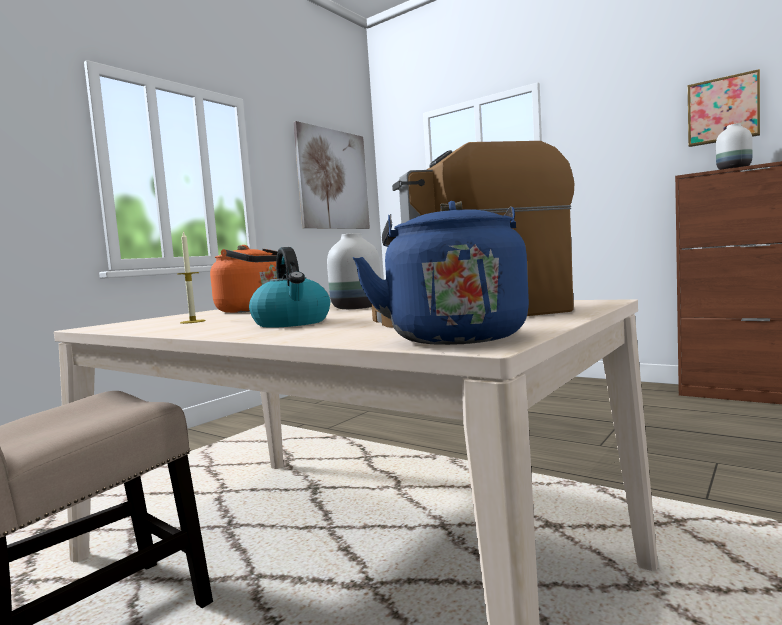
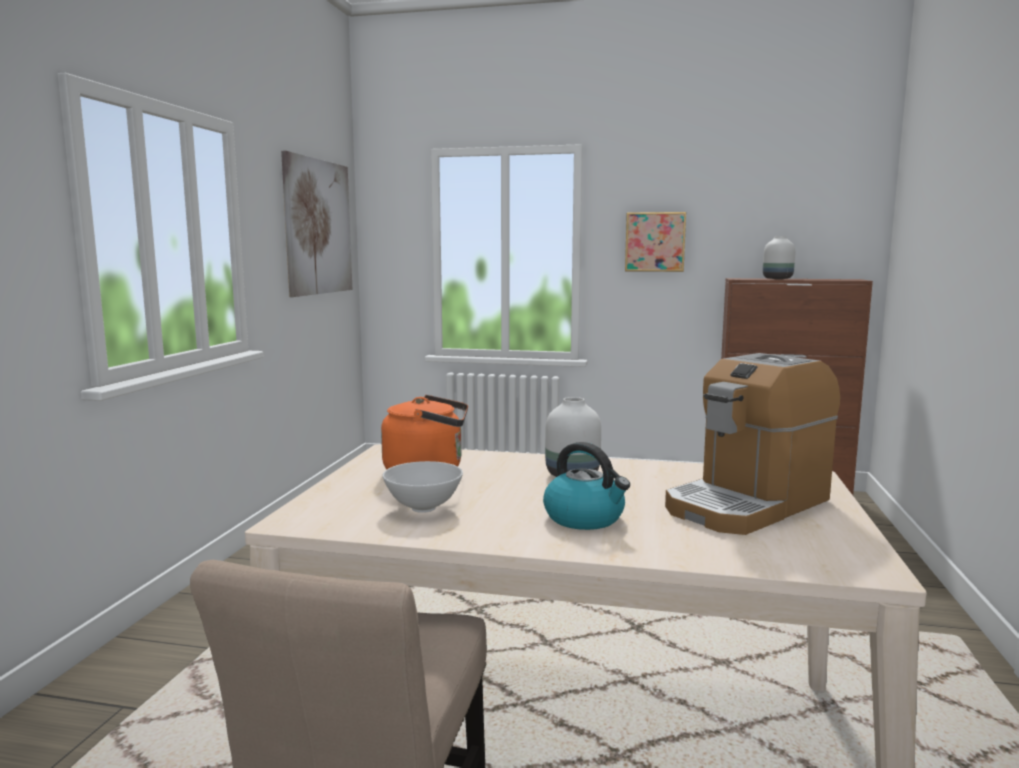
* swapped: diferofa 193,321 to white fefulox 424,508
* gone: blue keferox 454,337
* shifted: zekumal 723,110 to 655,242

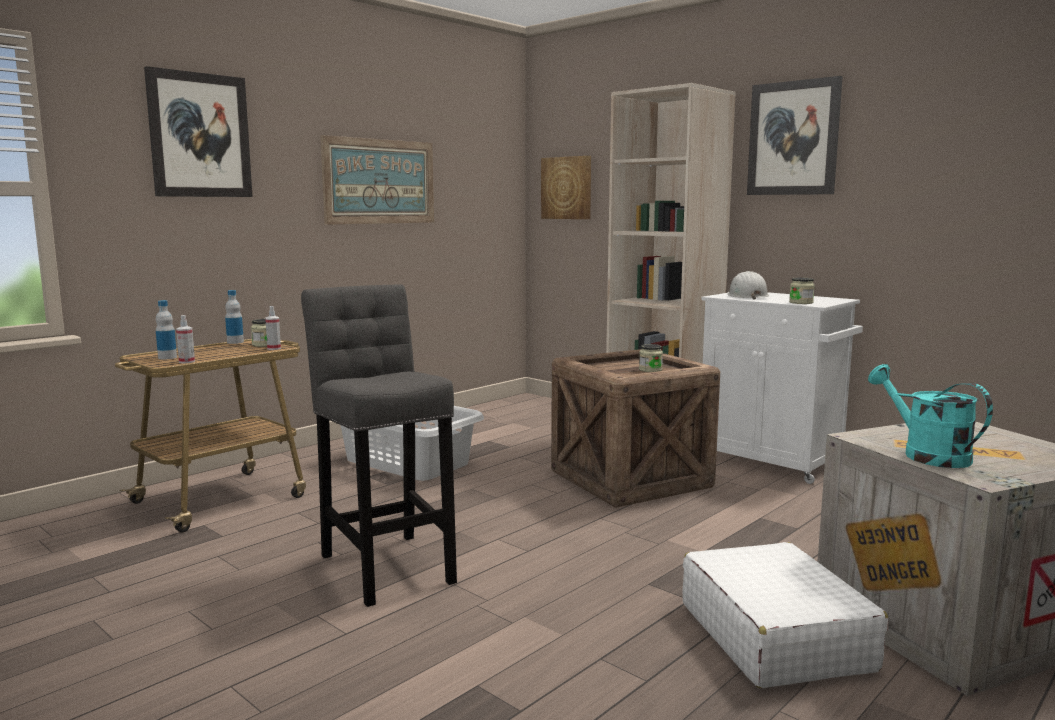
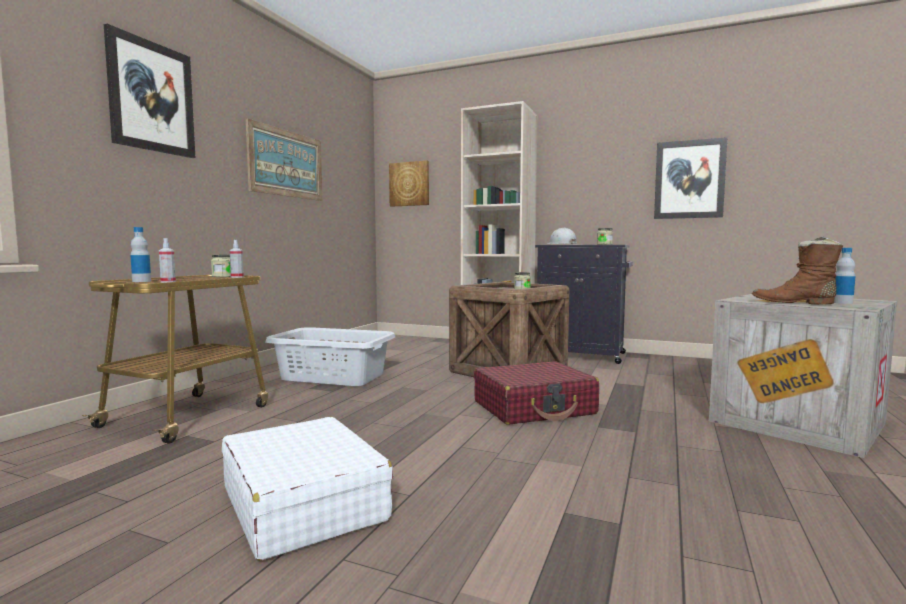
* shifted: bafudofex 235,342 to 842,302
* gone: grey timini 386,565
* shifted: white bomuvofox 774,636 to 303,503
* repainted: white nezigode 772,461 to black nezigode 582,355
* shifted: zekumal 793,138 to 689,179
* swapped: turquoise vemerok 926,454 to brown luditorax 794,303
* new: red bomuvofox 534,408

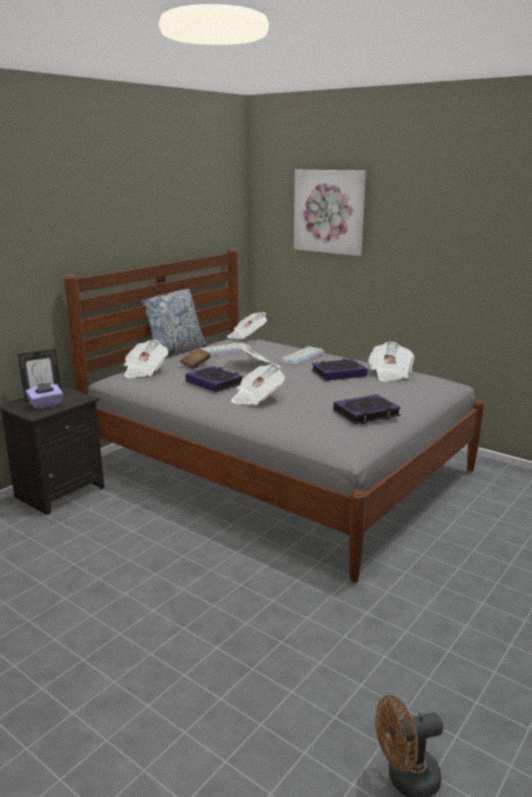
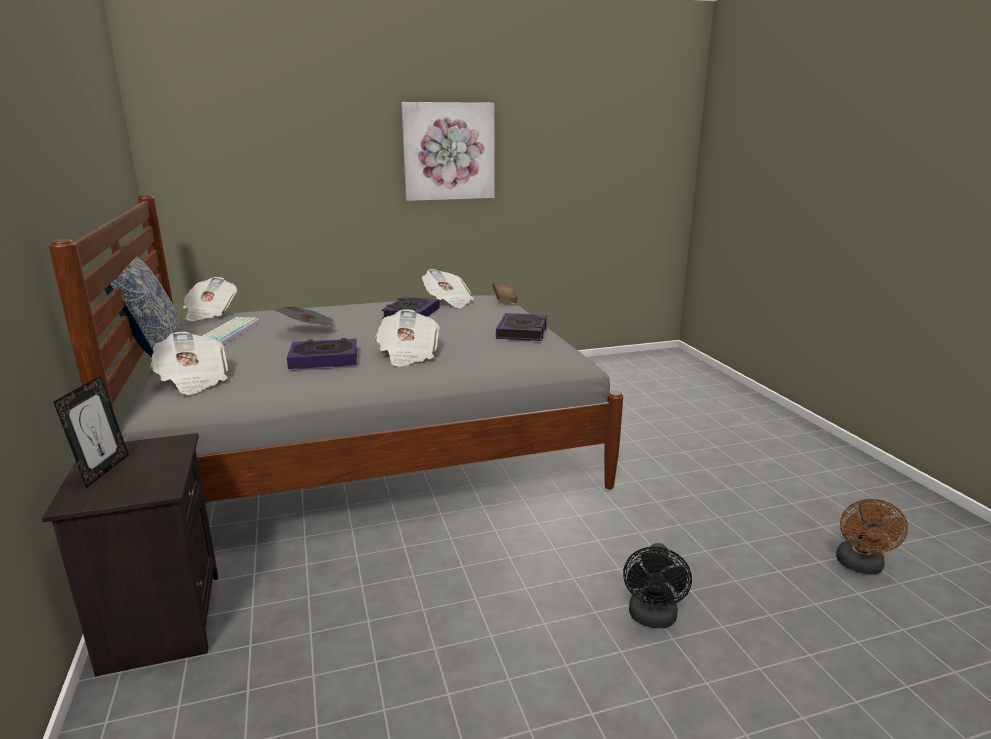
* gone: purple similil 46,405
* shifted: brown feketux 196,365 to 505,300
* gone: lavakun 301,357
* shifted: zekumal 329,211 to 448,151
* new: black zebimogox 652,619

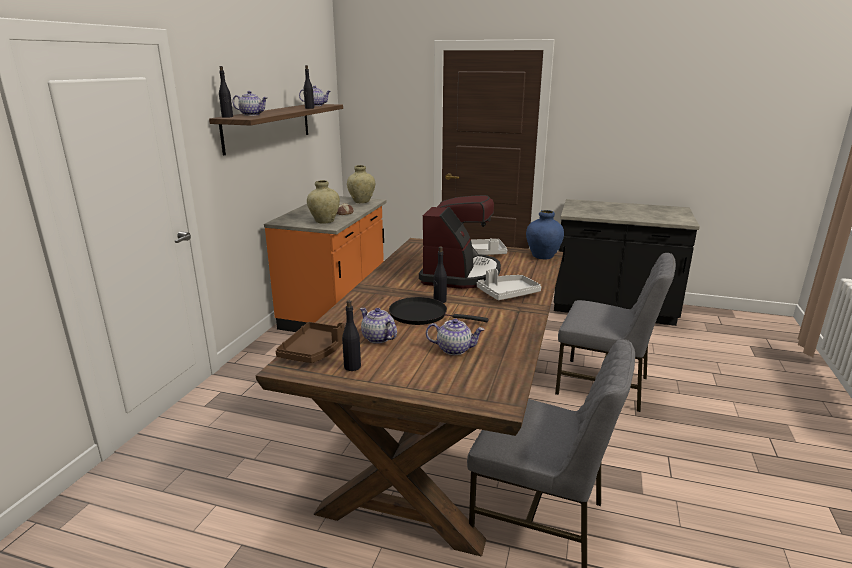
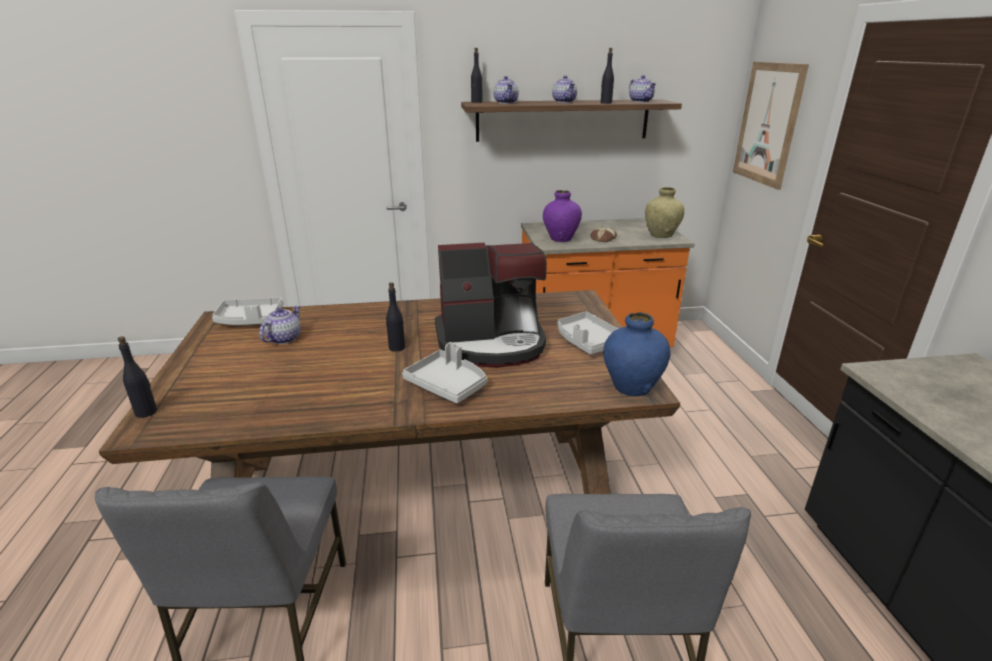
* repainted: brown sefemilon 315,351 to grey sefemilon 250,320
* repainted: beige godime 324,221 to purple godime 561,239
* shifted: black bafudofex 352,367 to 146,412
* gone: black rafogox 422,315
* shifted: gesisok 454,349 to 564,102
* new: zekumal 768,124

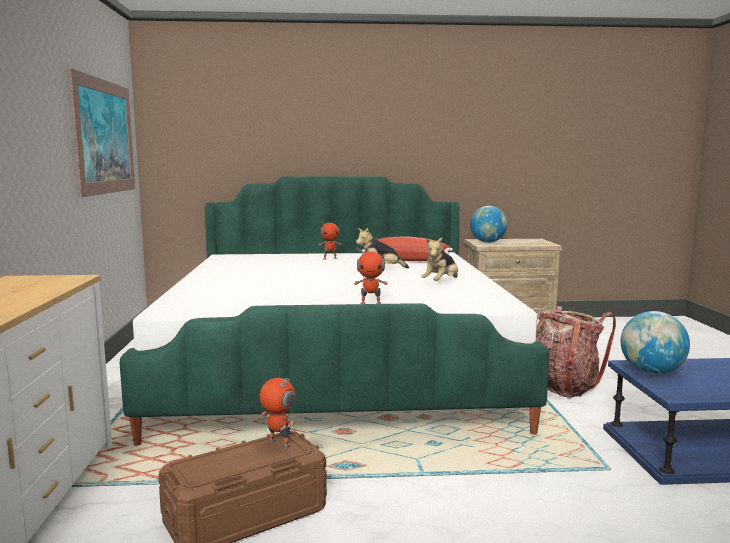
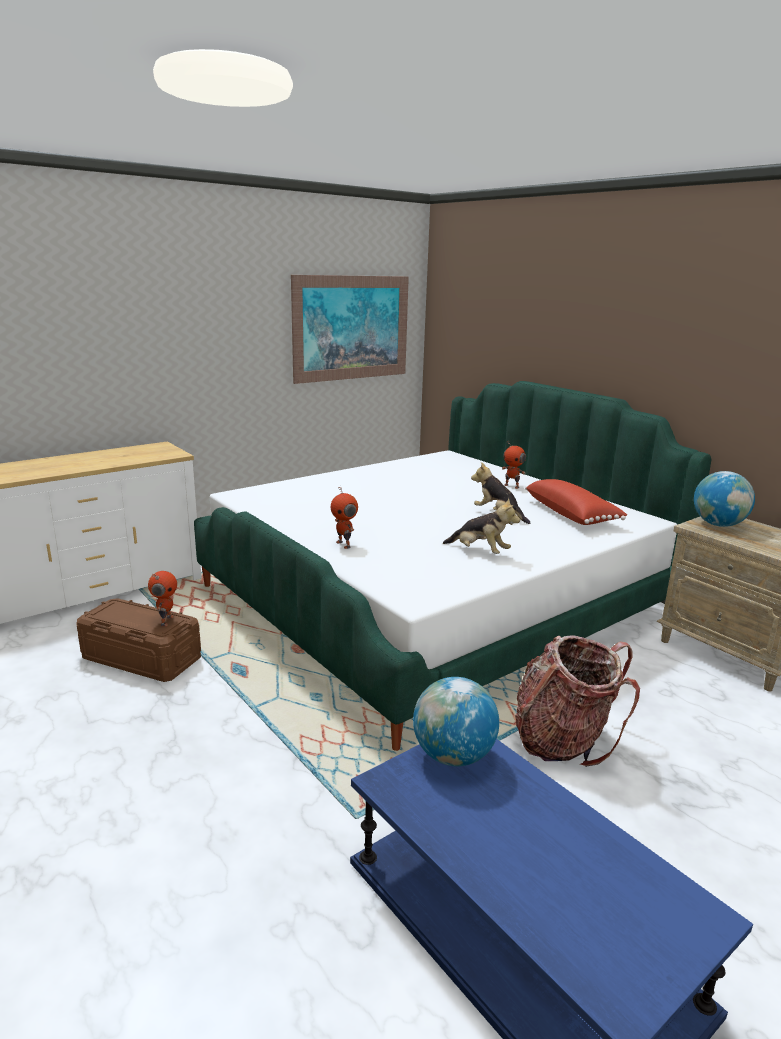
* rotated: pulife 441,283 = 480,552 150 degrees counterclockwise

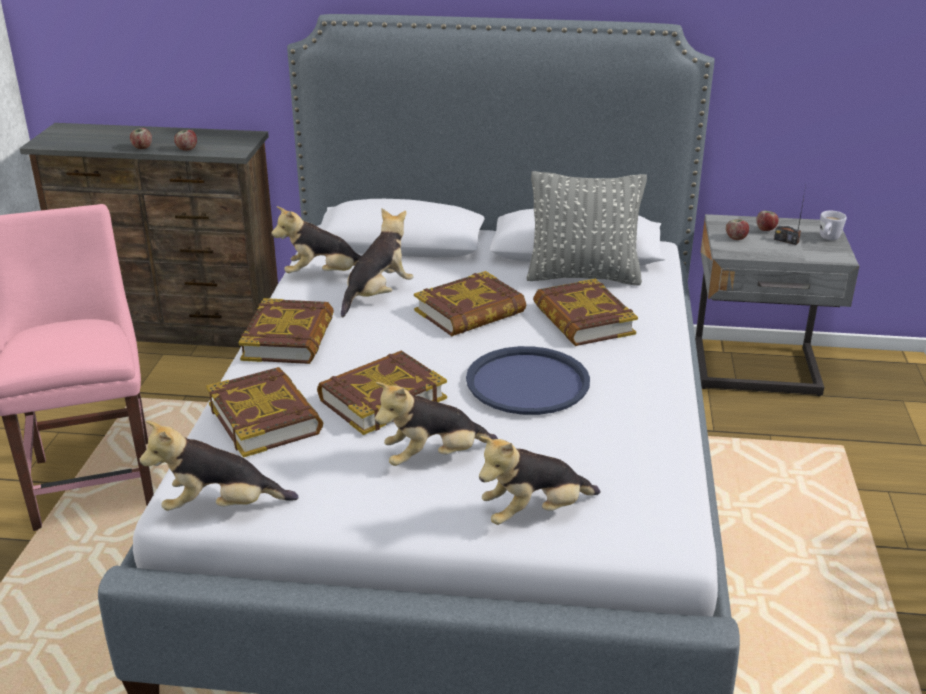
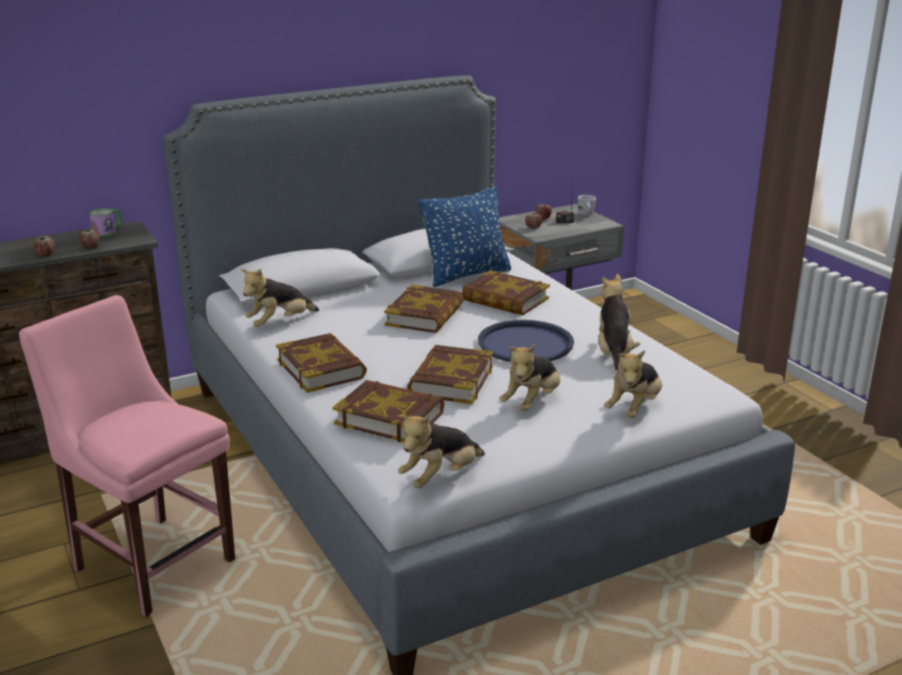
* shifted: pulife 377,295 to 614,354
* repainted: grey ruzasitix 583,276 to blue ruzasitix 466,275
* new: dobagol 108,231

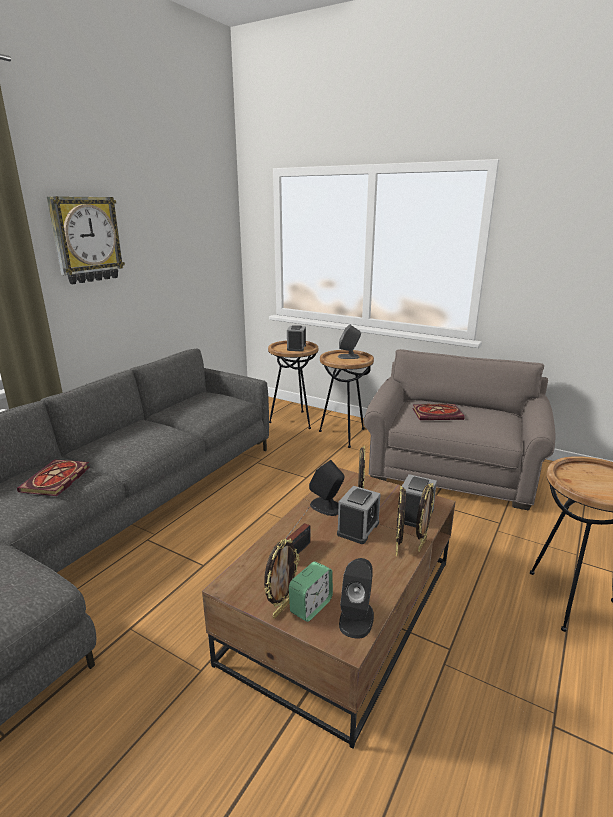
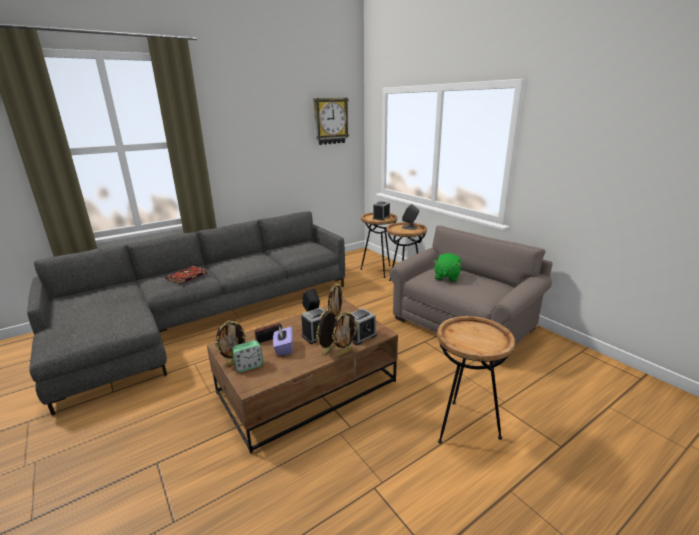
* shifted: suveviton 86,240 to 330,121
* gone: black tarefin 356,618
* swapped: feketux 438,414 to green pulife 446,277
* new: purple similil 283,348

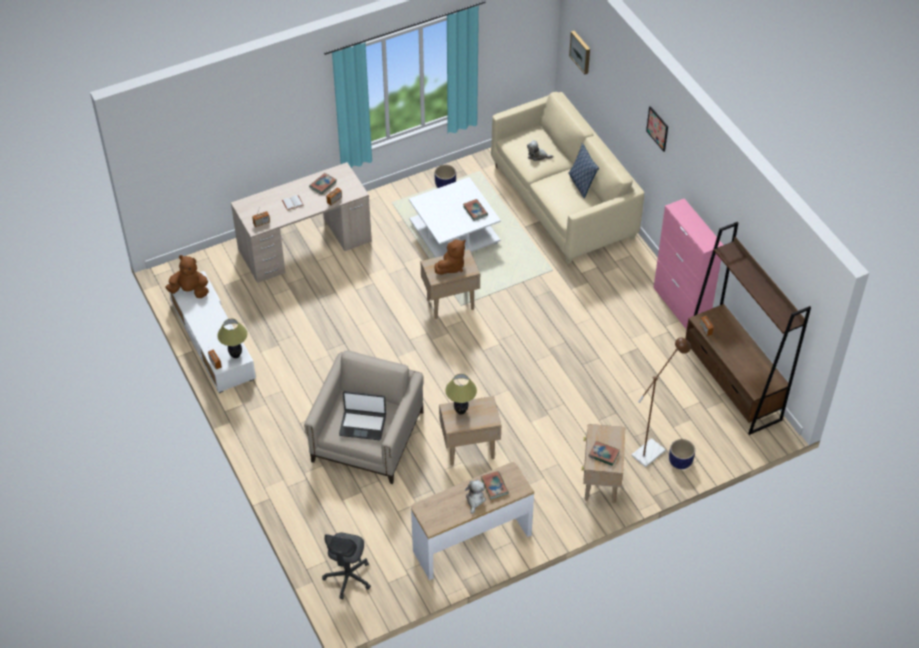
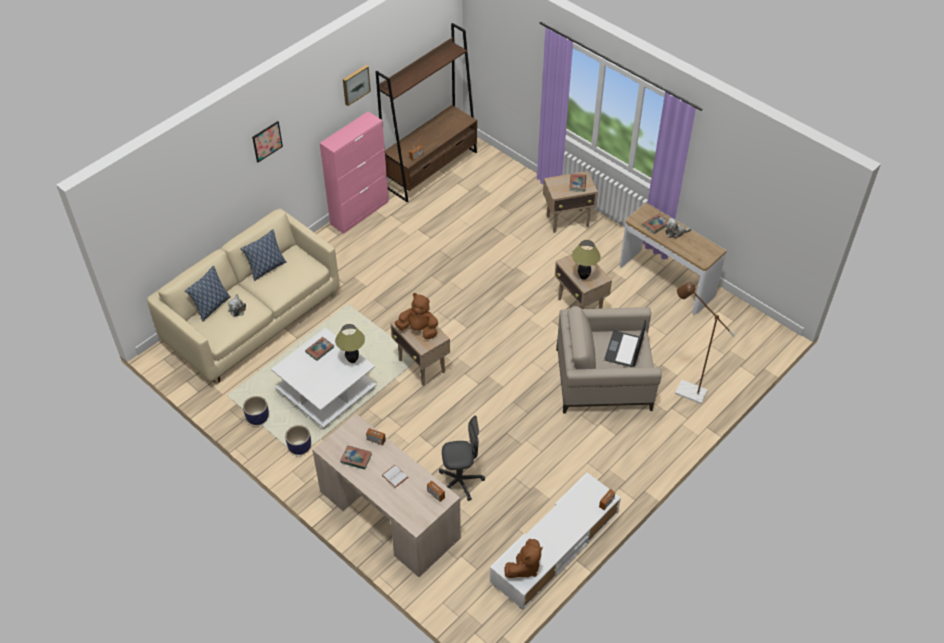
* rotated: brown pulife 190,291 = 524,567 120 degrees counterclockwise
* shifted: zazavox 235,355 to 352,360
* shifted: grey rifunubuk 348,578 to 460,482
* rotated: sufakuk 362,425 = 624,350 150 degrees counterclockwise
* shifted: zekumal 581,52 to 355,84
* shifted: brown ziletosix 652,449 to 685,390
* shifted: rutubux 680,461 to 299,447
* new: ruzasitix 212,307

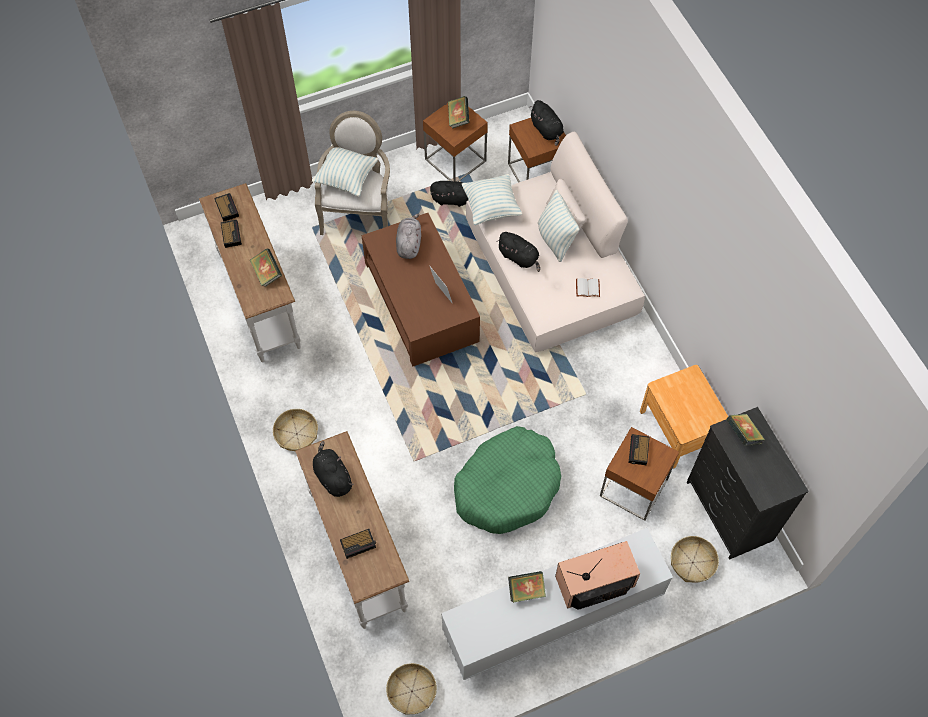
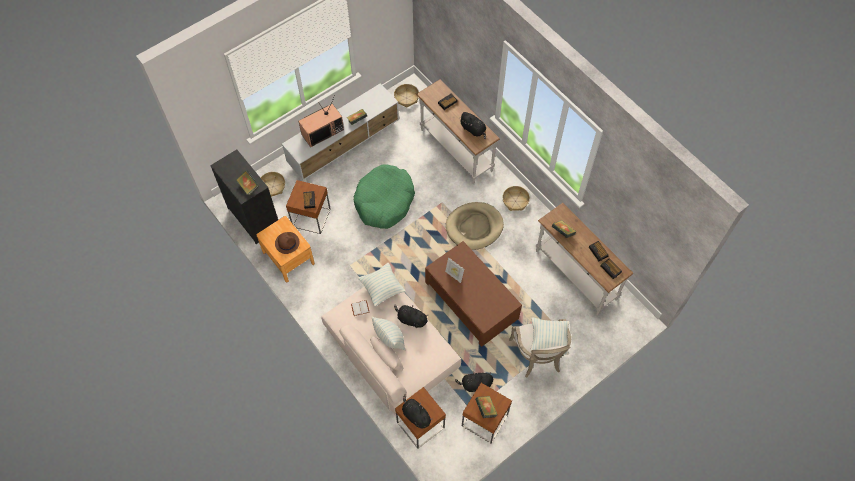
* gone: grey pulife 409,243
* shifted: ruzasitix 491,207 to 382,288
* new: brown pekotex 287,243
* new: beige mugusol 474,227

